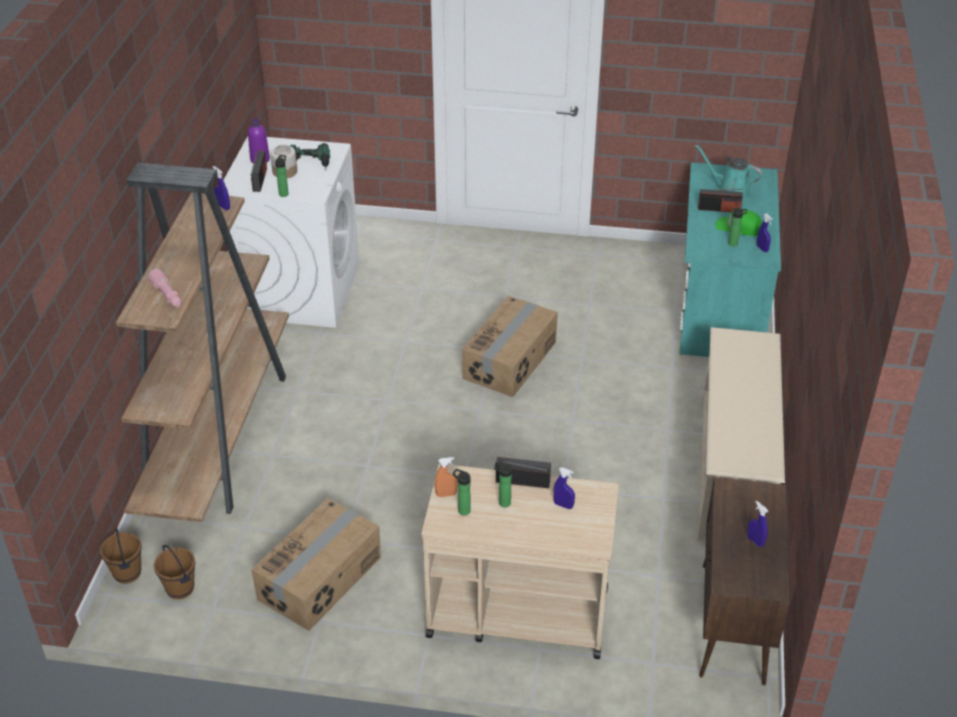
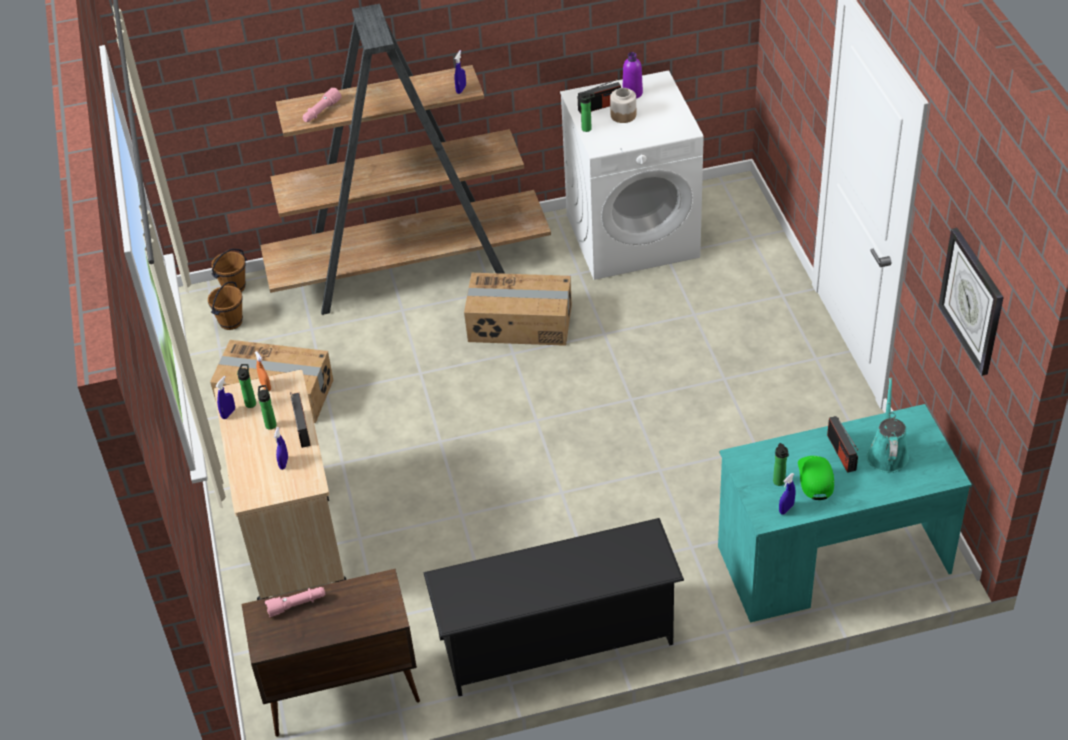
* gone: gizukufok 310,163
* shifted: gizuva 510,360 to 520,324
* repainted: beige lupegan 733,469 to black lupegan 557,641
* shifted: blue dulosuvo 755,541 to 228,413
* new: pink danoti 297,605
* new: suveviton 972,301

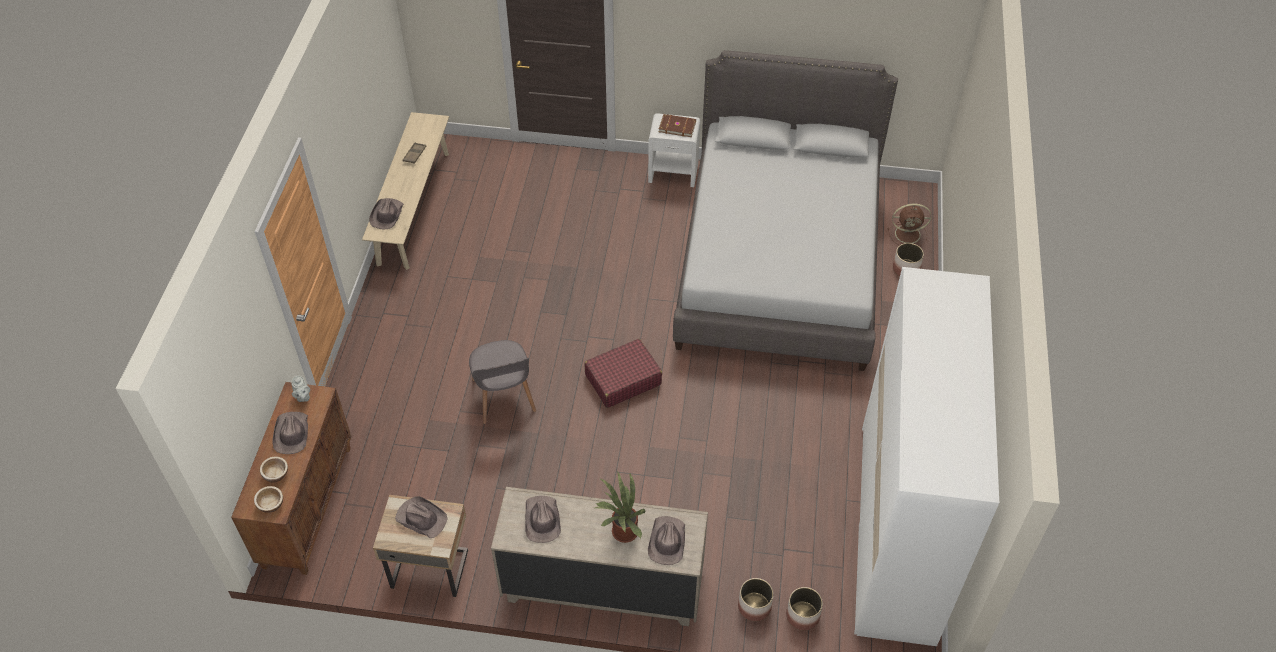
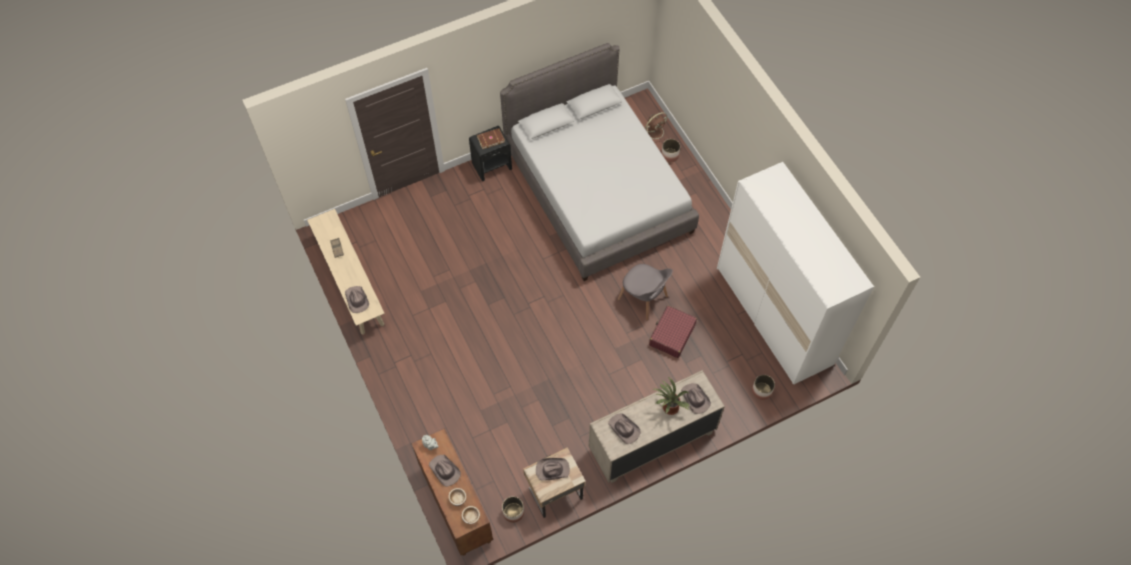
* shifted: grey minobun 503,397 to 643,299
* shifted: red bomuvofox 622,379 to 671,335
* repainted: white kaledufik 673,172 to black kaledufik 492,166
* shifted: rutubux 754,607 to 513,512

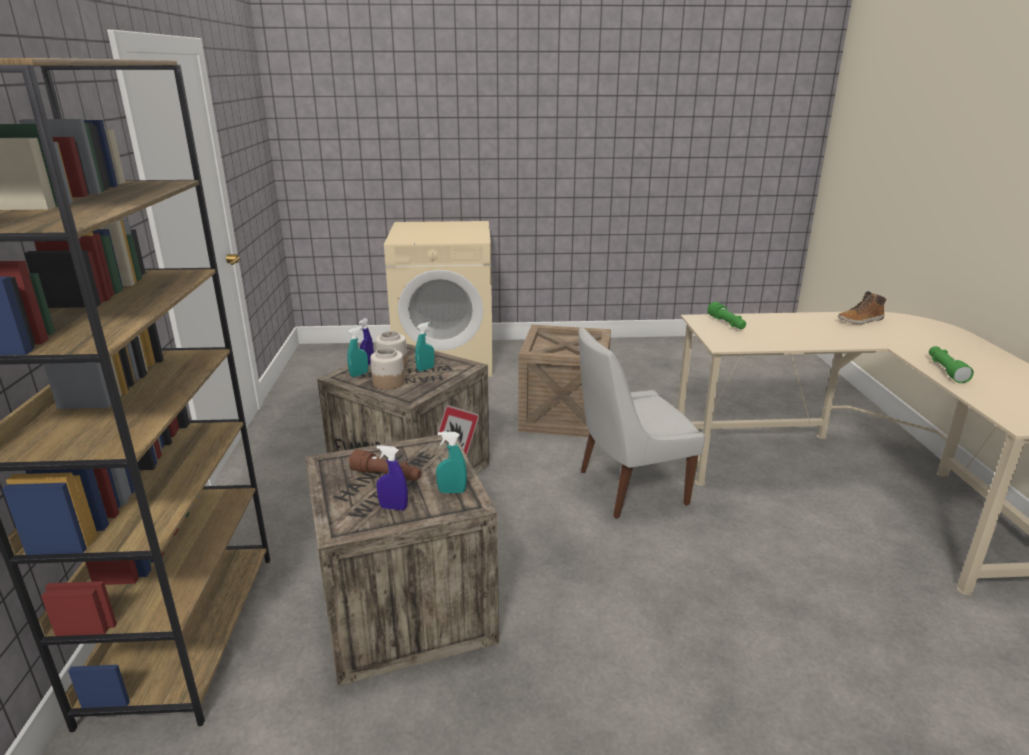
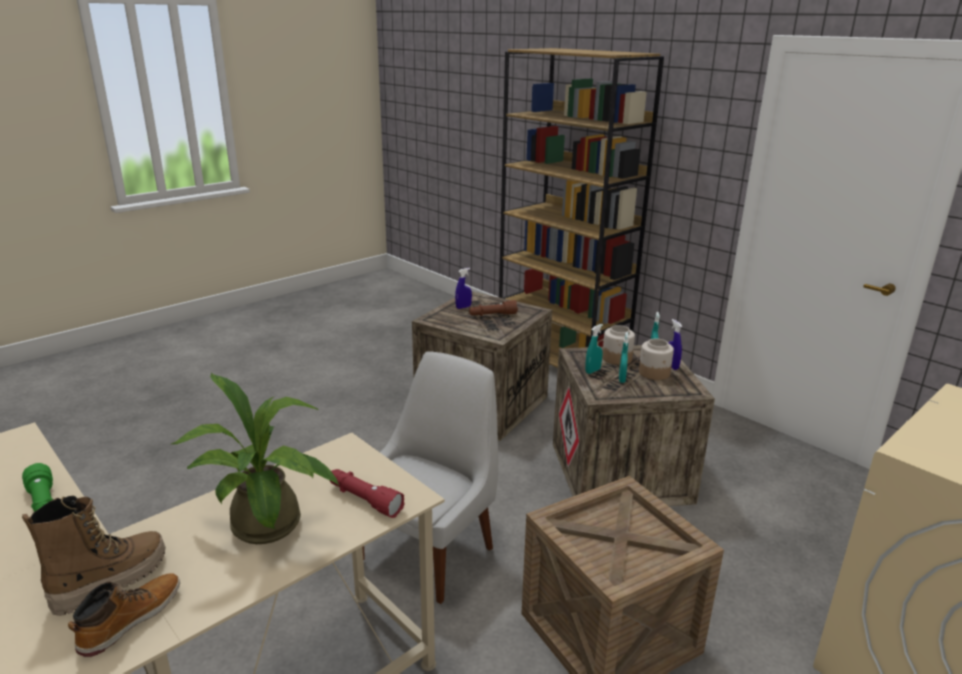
* shifted: turquoise dulosuvo 452,491 to 592,371
* repainted: green danoti 727,324 to red danoti 364,500
* new: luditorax 110,581
* new: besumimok 269,530

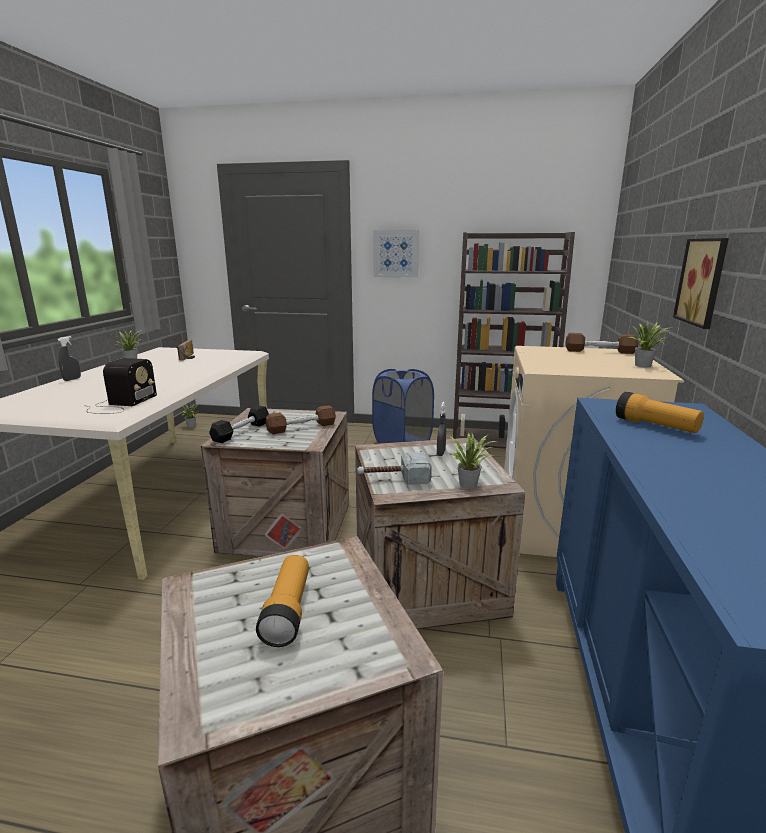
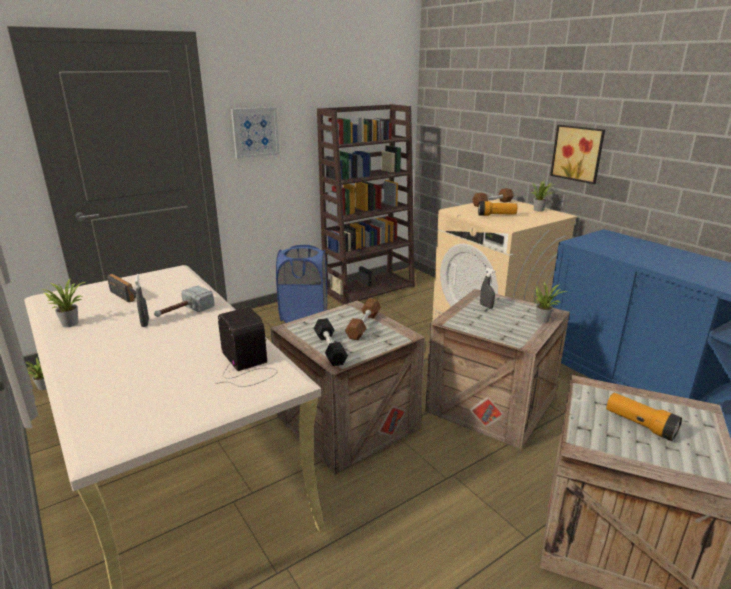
* shifted: grey dulosuvo 72,379 to 145,323
* shifted: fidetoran 393,479 to 183,312
* shifted: danoti 655,426 to 496,215

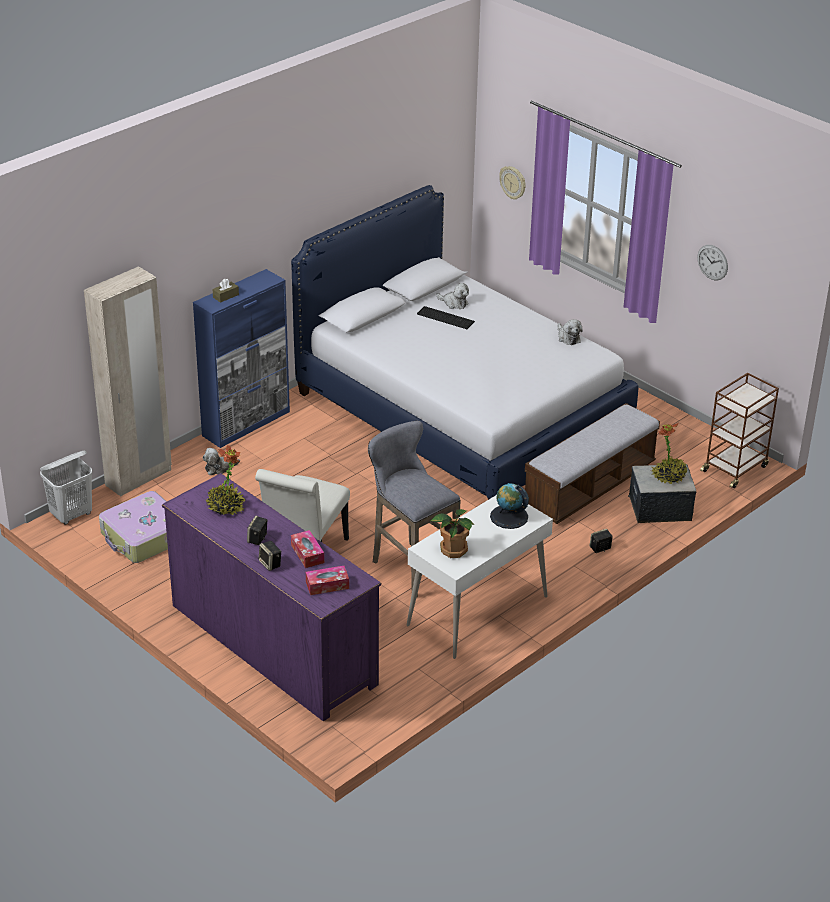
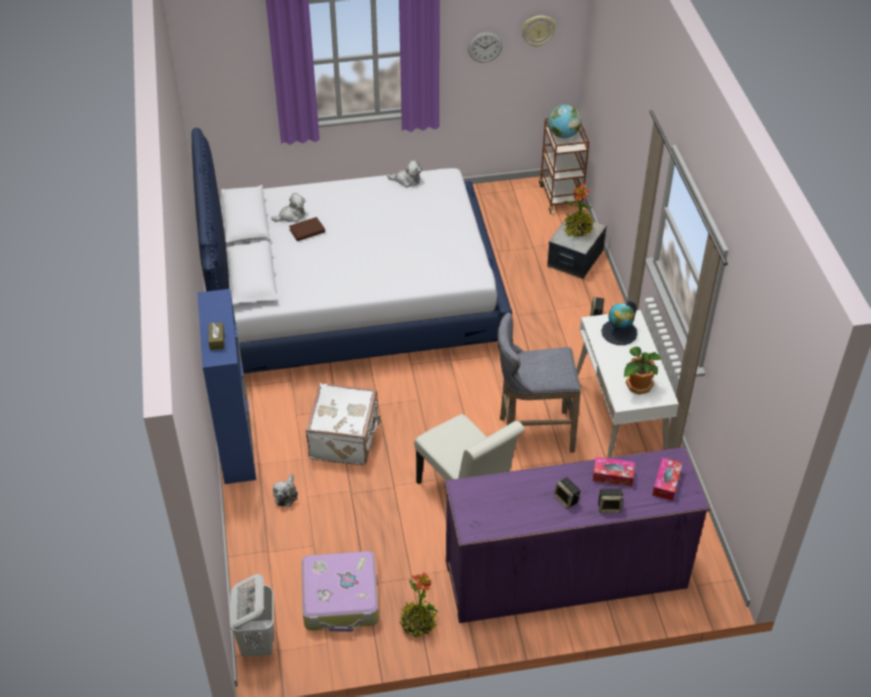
* gone: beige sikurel 139,478
* shifted: besumimok 225,507 to 418,624
* swapped: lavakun 445,317 to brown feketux 307,231
* shifted: suveviton 513,182 to 538,30
* gone: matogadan 590,486
* new: white bomuvofox 345,439
* new: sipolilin 563,135

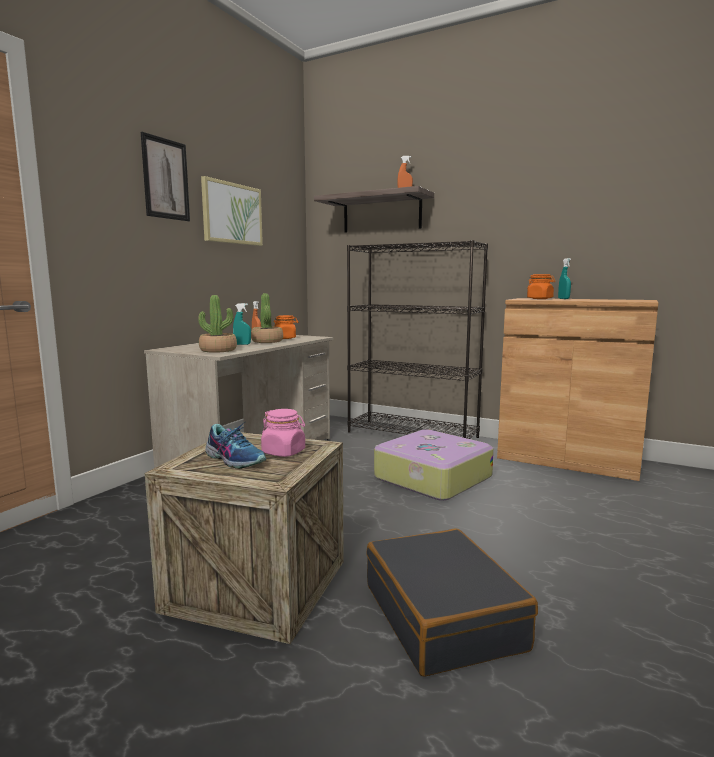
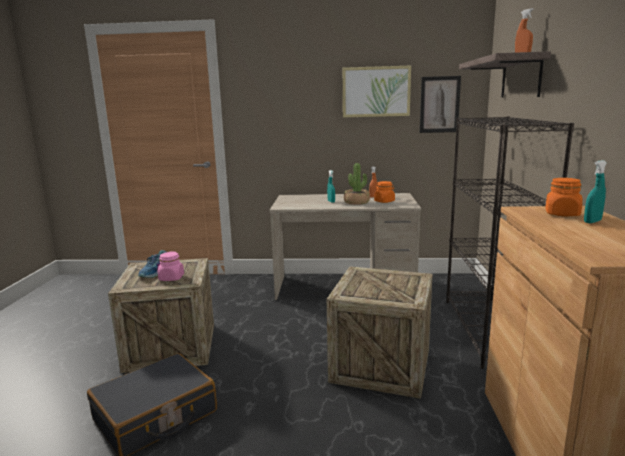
* shifted: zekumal 165,179 to 439,104
* gone: besumimok 218,350
* swapped: bomuvofox 431,477 to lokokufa 381,365

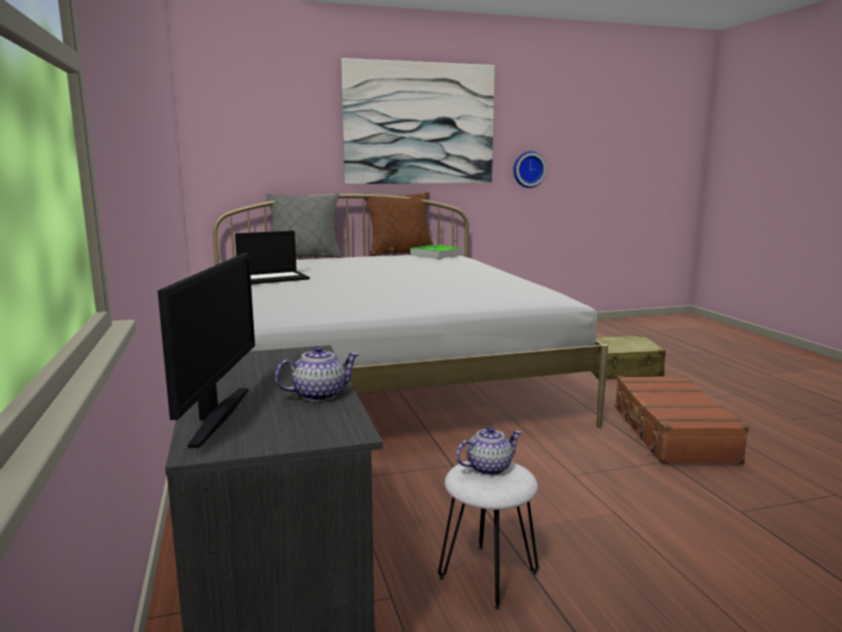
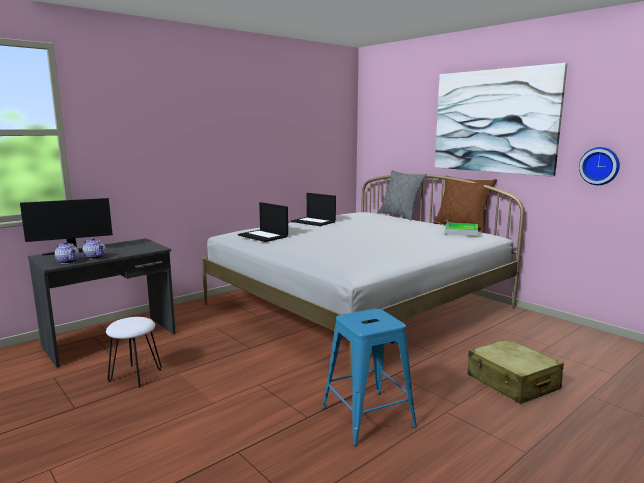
* shifted: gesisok 489,468 to 68,261
* swapped: brown bomuvofox 671,433 to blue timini 368,417
* new: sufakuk 263,236

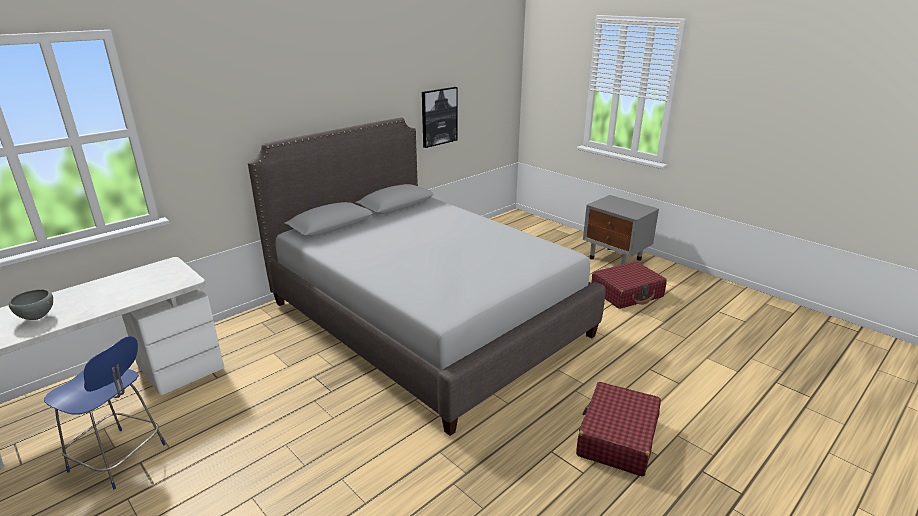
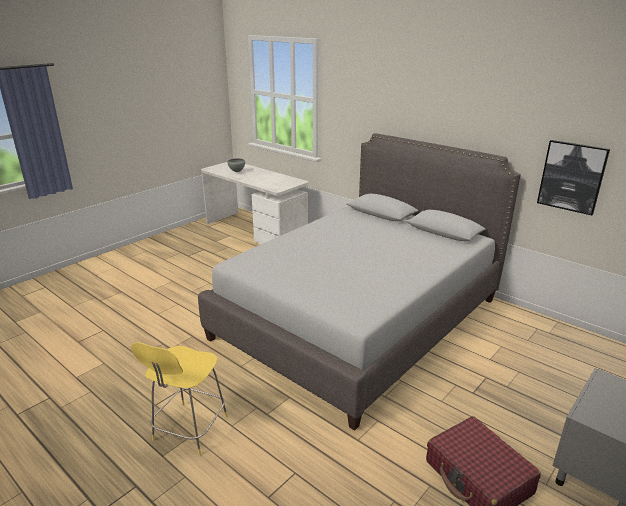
* gone: blue timini 120,458
* swapped: red bomuvofox 617,438 to yellow timini 189,430

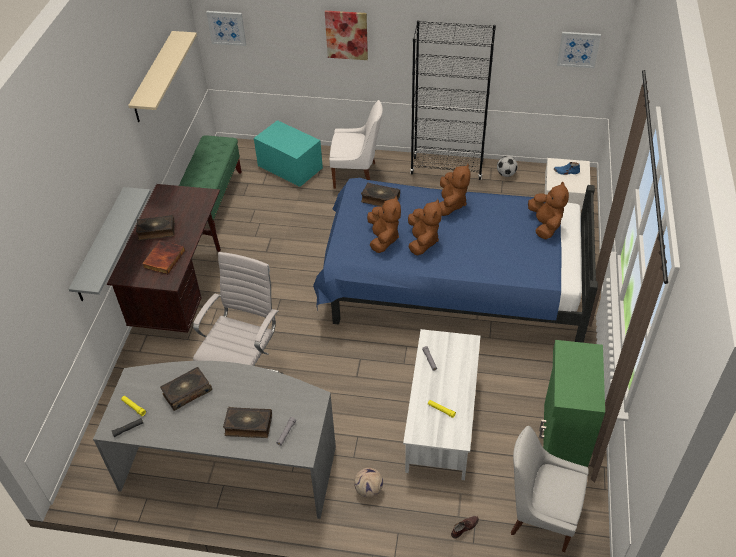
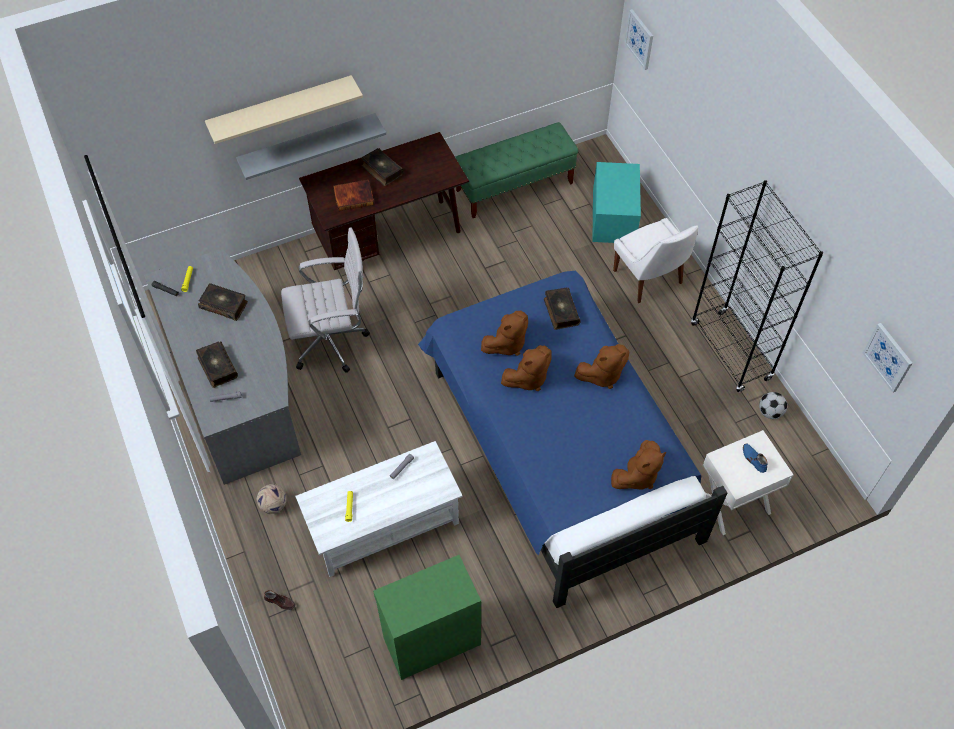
* shifted: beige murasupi 153,77 to 281,108
* gone: zekumal 346,35
* gone: white minobun 540,515

